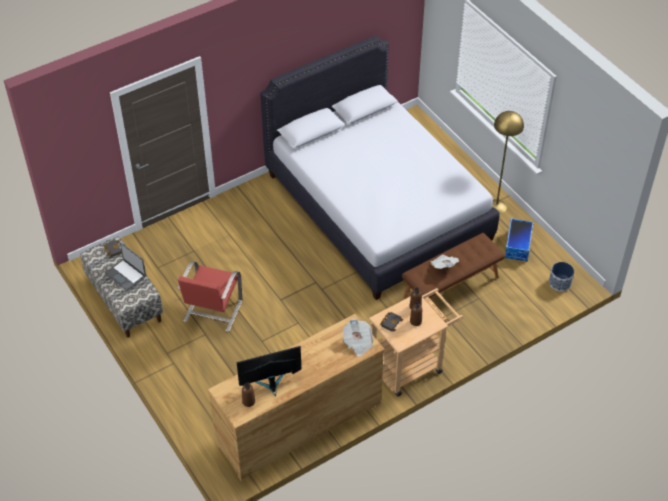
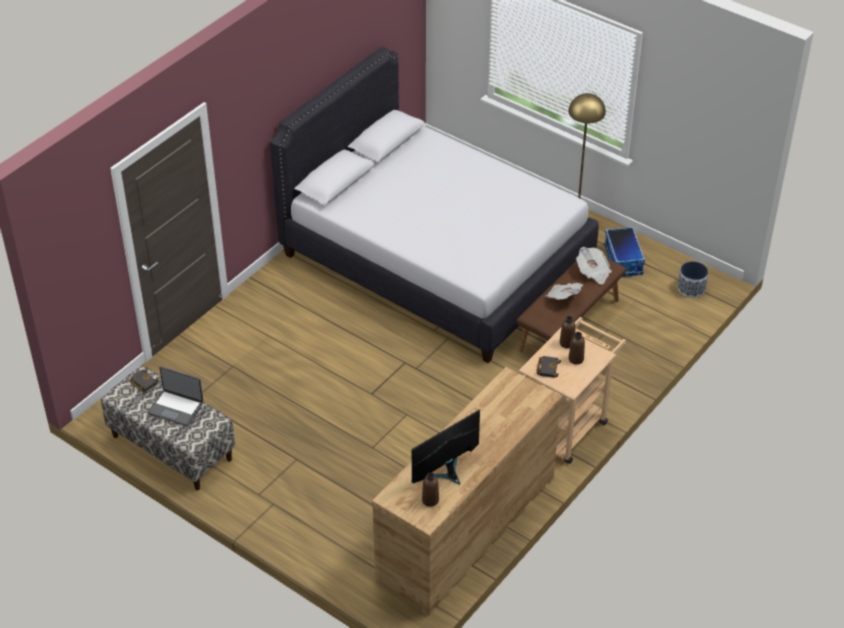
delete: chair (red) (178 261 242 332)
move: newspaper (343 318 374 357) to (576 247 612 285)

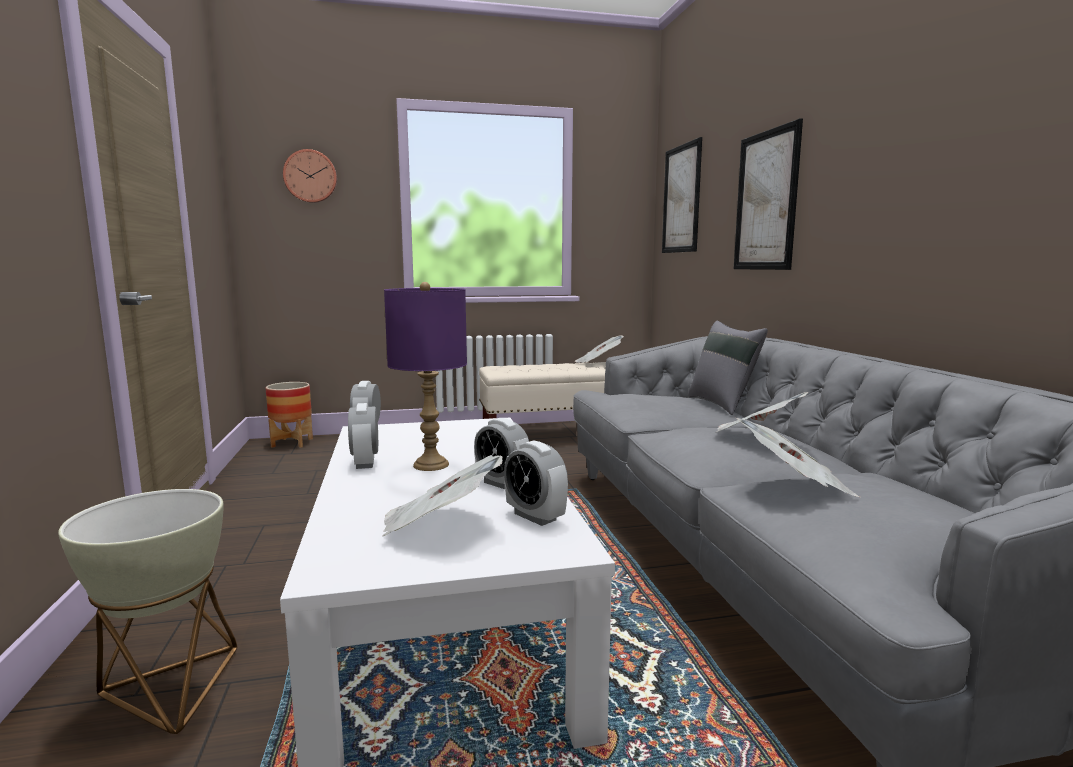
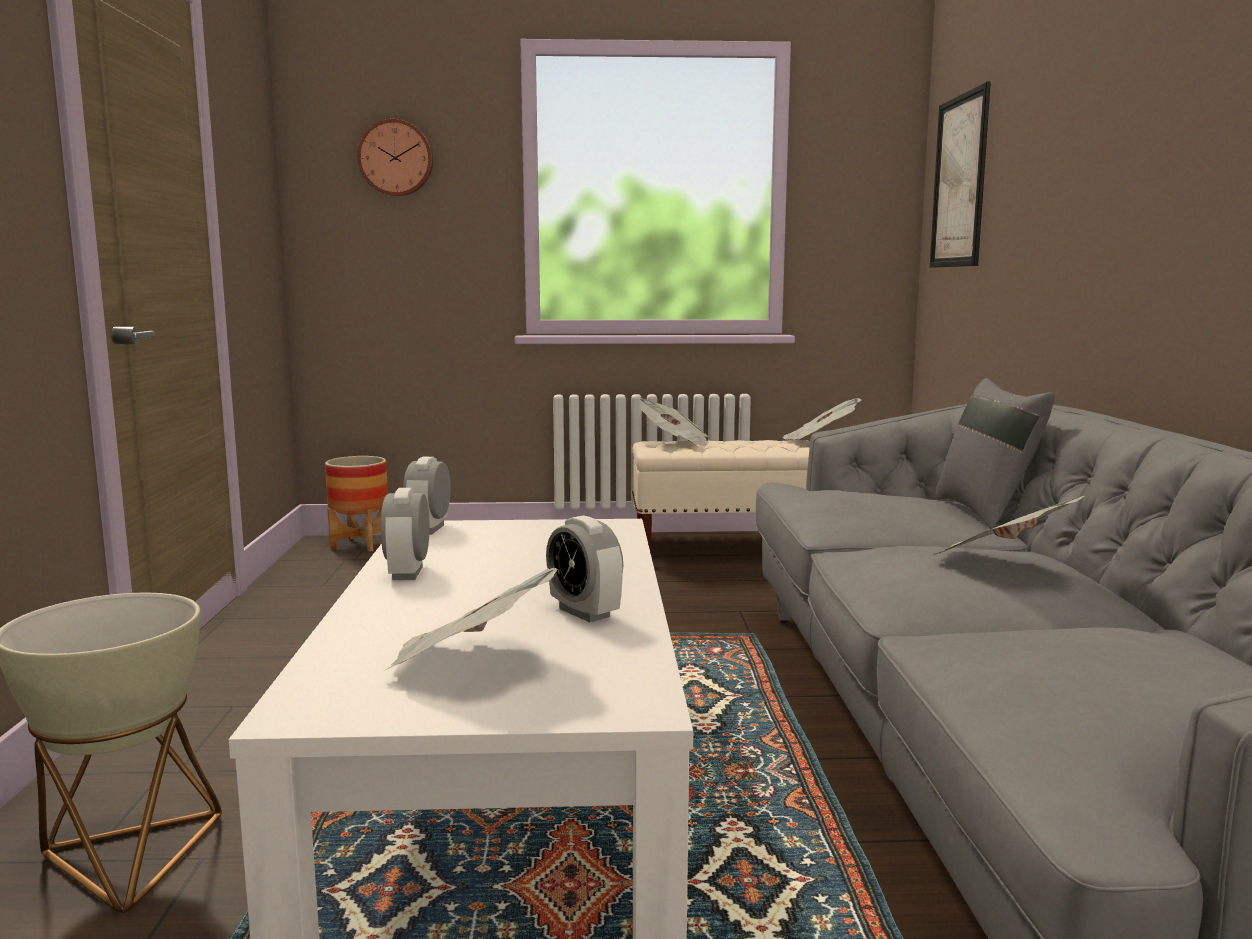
delete: picture (734 118 803 270); table lamp (purple) (384 282 467 471); alarm clock (504 440 568 526)
move: newspaper (736 418 860 497) to (638 398 708 446)

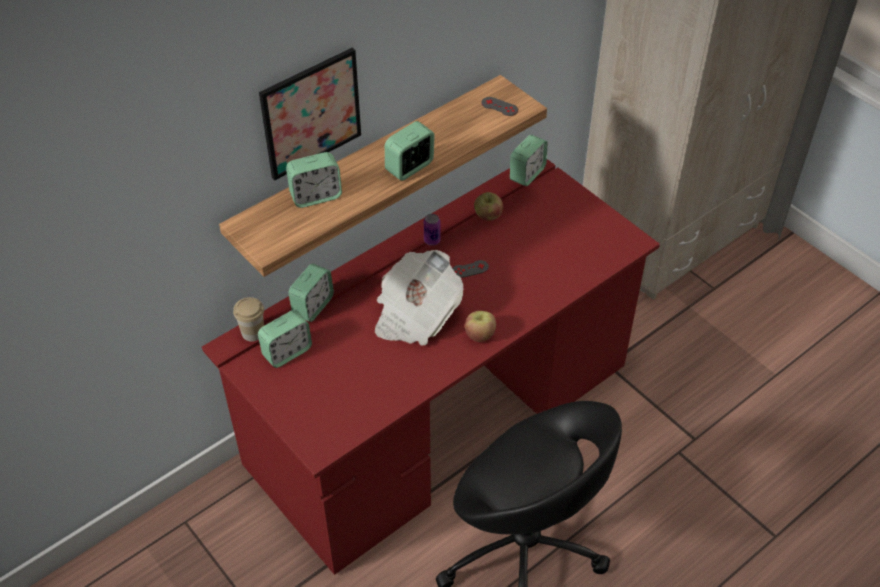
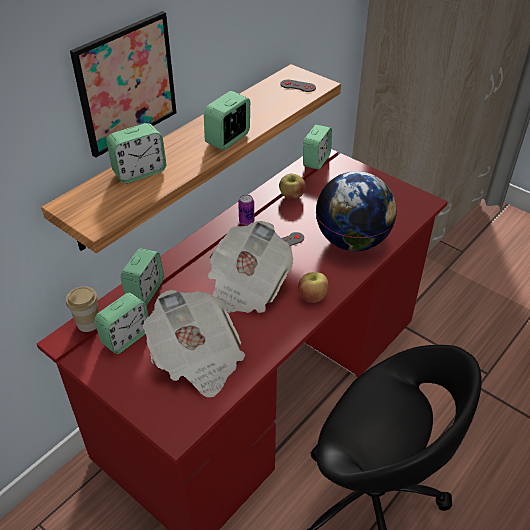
insert: globe (316 171 397 251); newspaper (143 289 245 397)

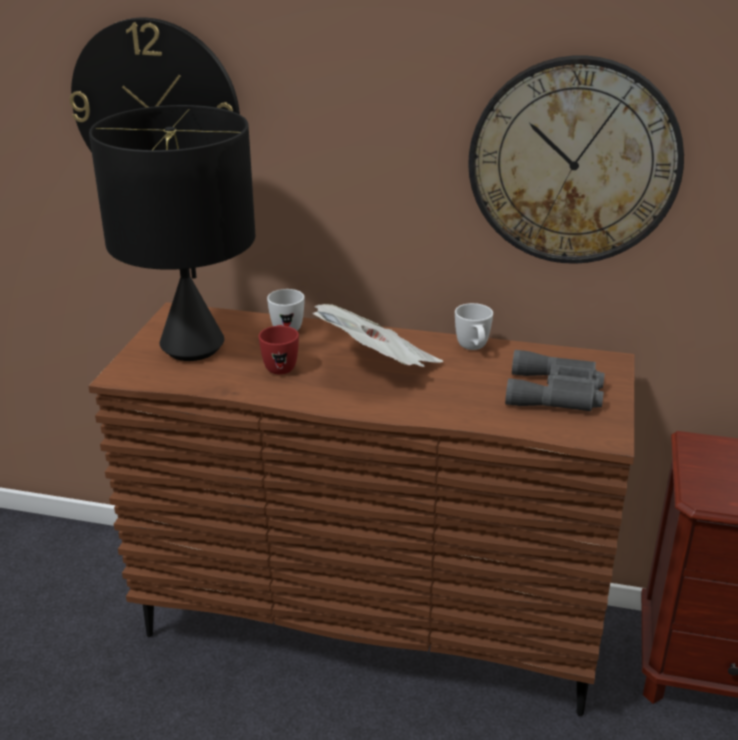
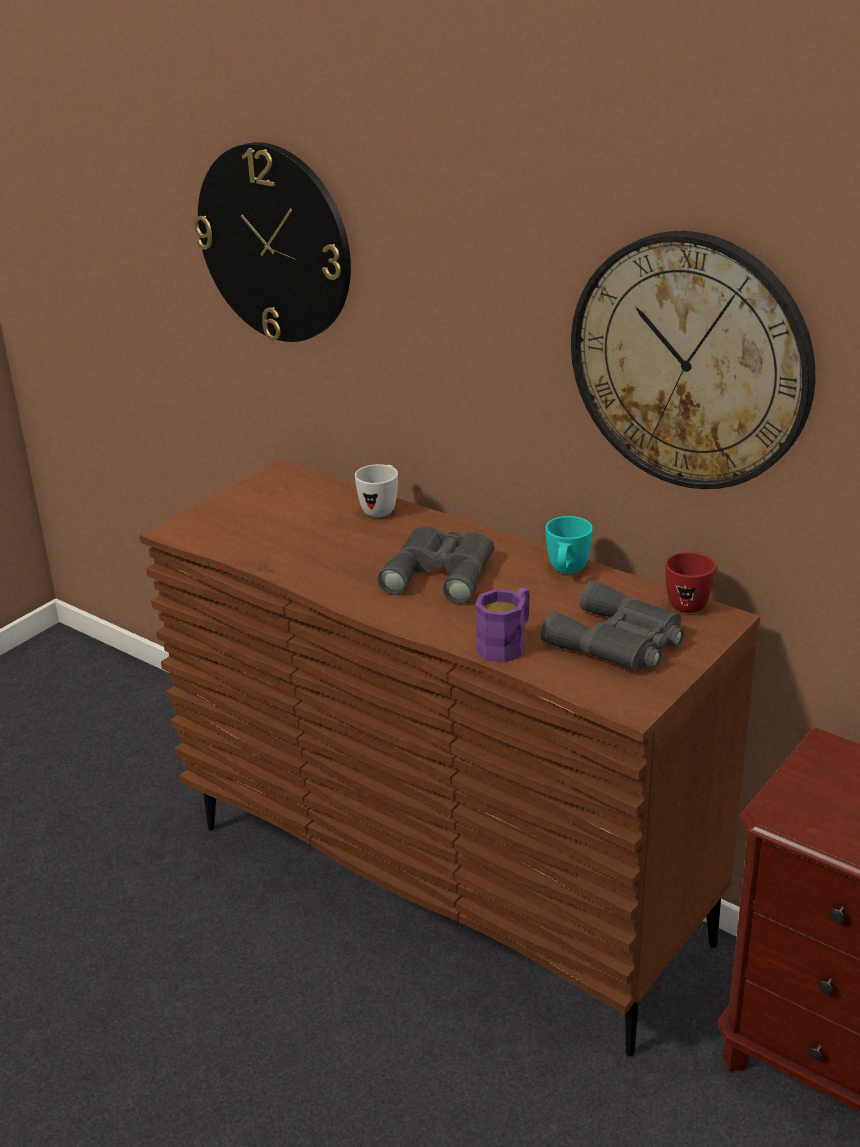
delete: table lamp (black) (89 105 255 361)
insert: mug (purple) (475 588 530 663)
move: mug (red) (259 325 299 375) to (665 552 716 613)
replace: newspaper (312 304 444 367) to binoculars (grey) (377 526 495 604)
recolor: mug (white) (455 303 493 350) to mug (turquoise) (545 516 593 574)

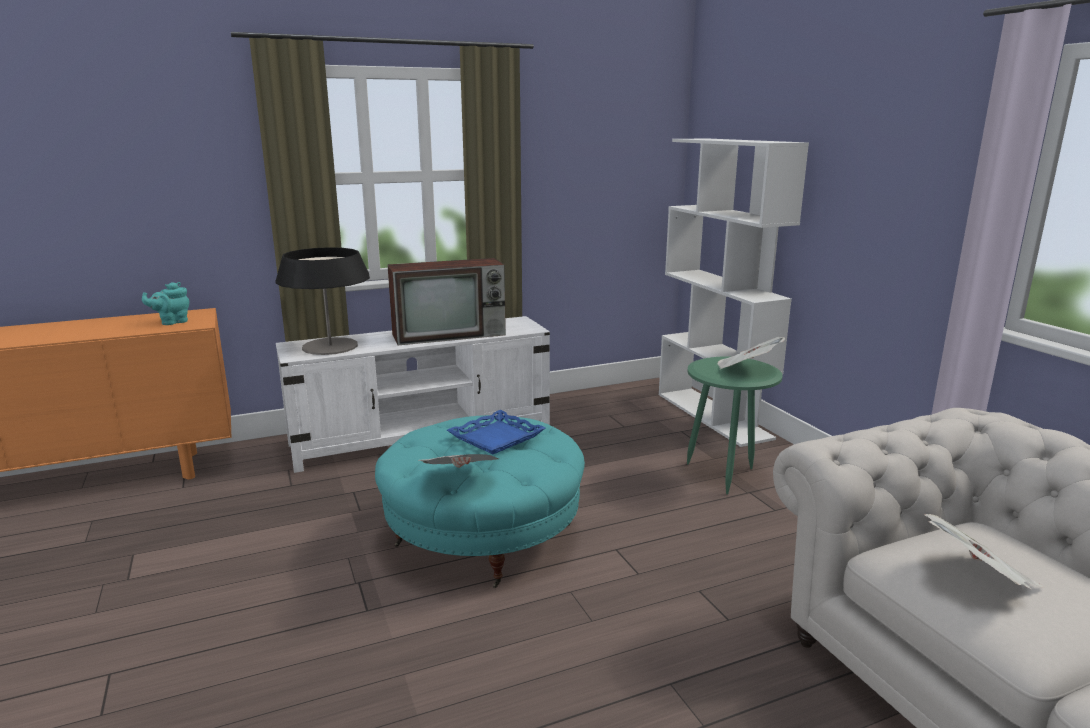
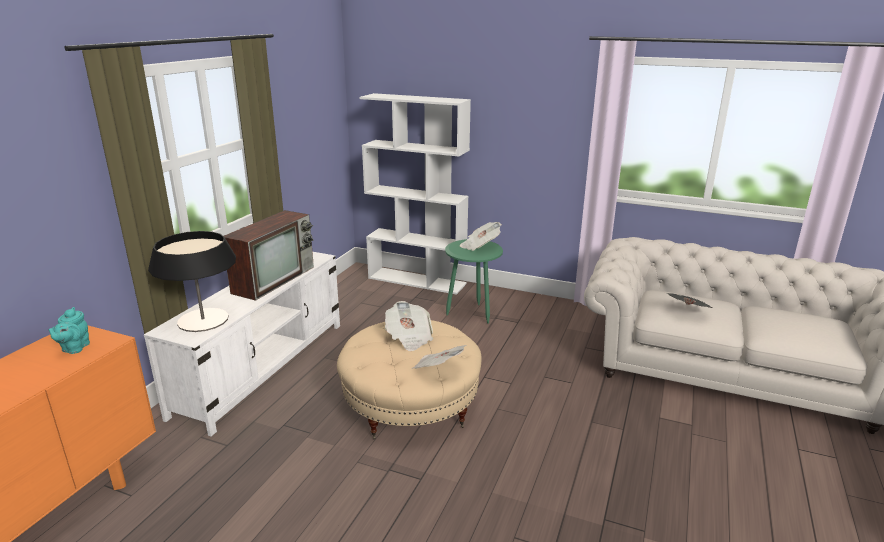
replace: tray (blue) (447 410 545 454) to newspaper (385 301 433 351)
recolor: ottoman (turquoise) (375 415 585 588) to ottoman (beige) (337 320 482 439)

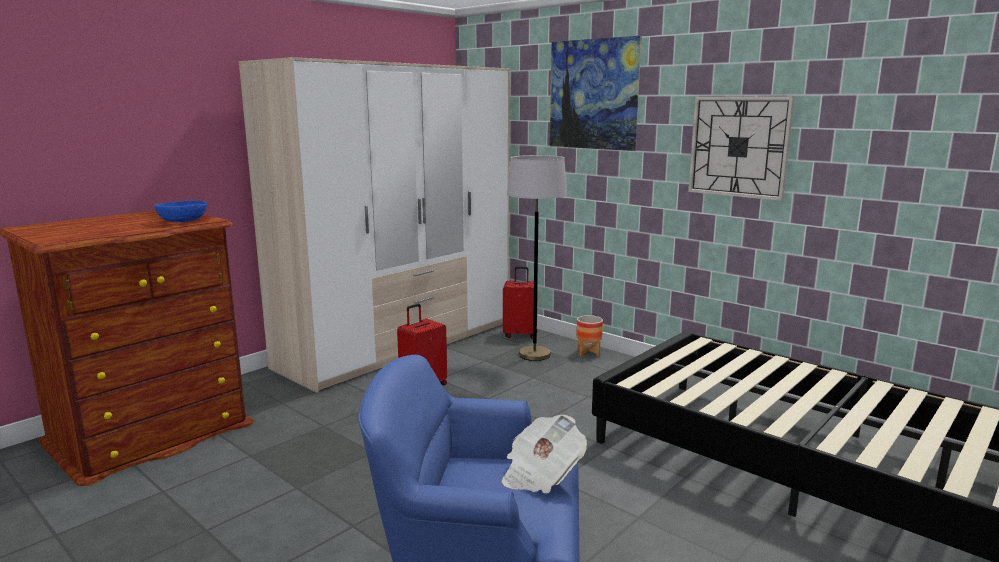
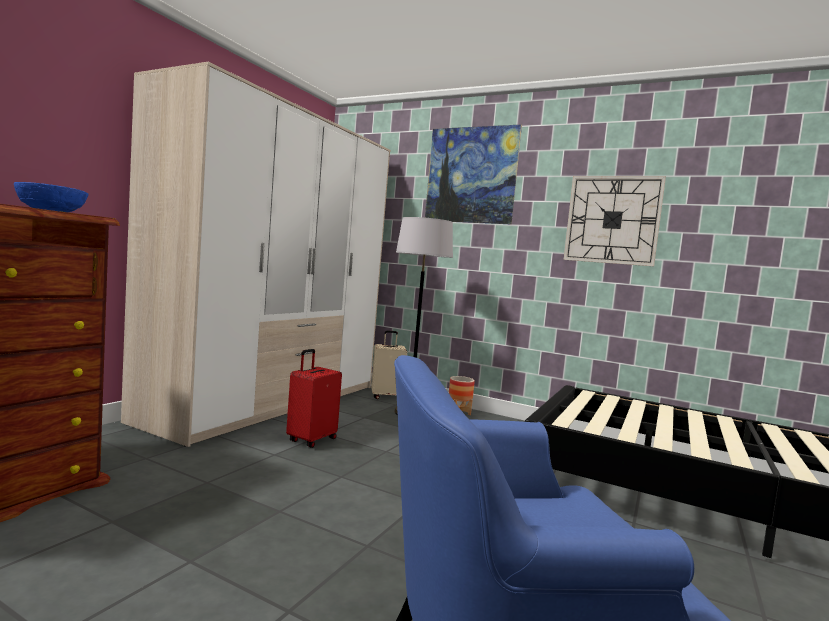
delete: newspaper (501 415 587 493)
recolor: suitcase (red) (503 266 538 339) to suitcase (beige) (371 331 407 399)

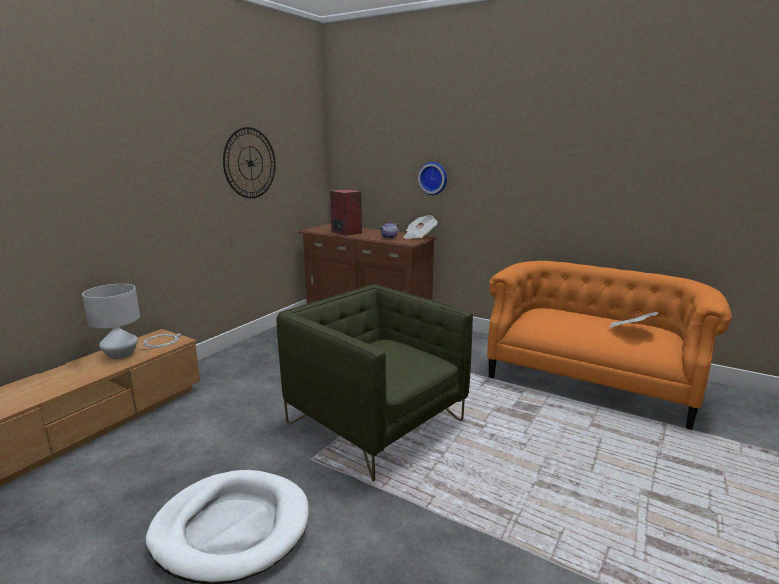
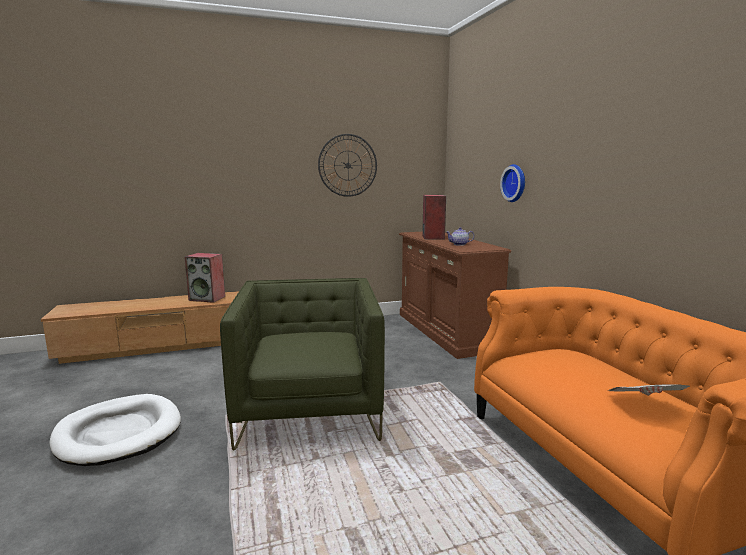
delete: newspaper (404 215 438 239)
replace: table lamp (white) (82 284 181 359) to speaker (184 253 225 303)

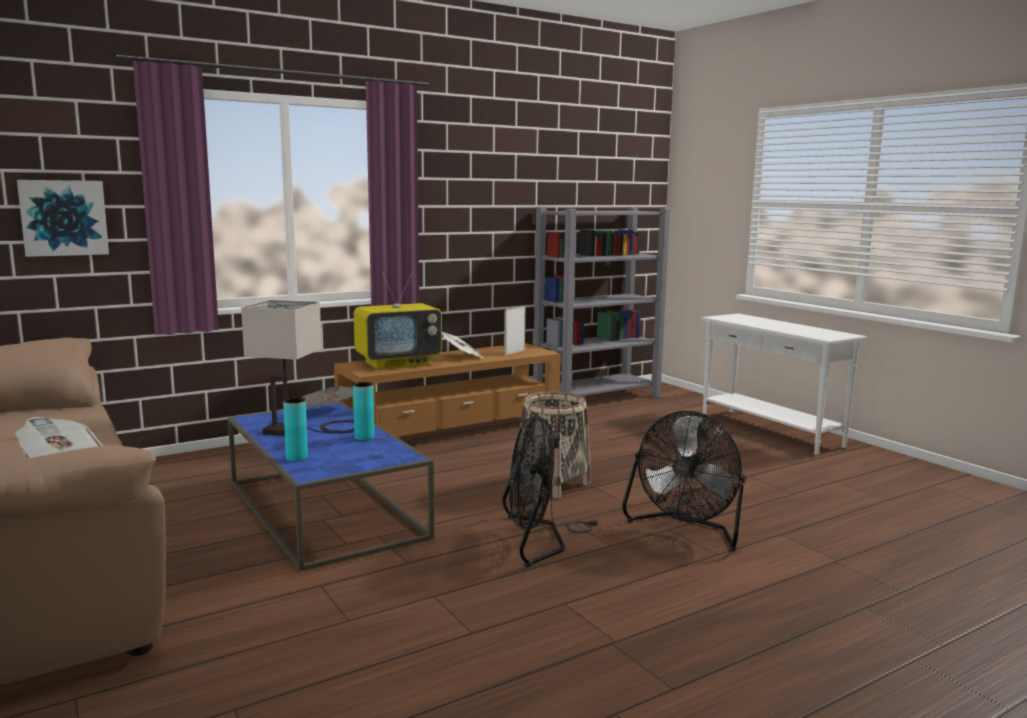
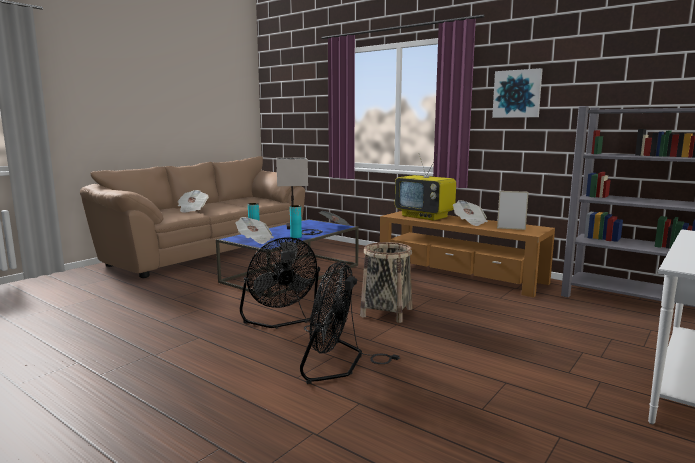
insert: newspaper (235 217 274 244)
move: picture (17 180 109 257) to (492 68 543 118)

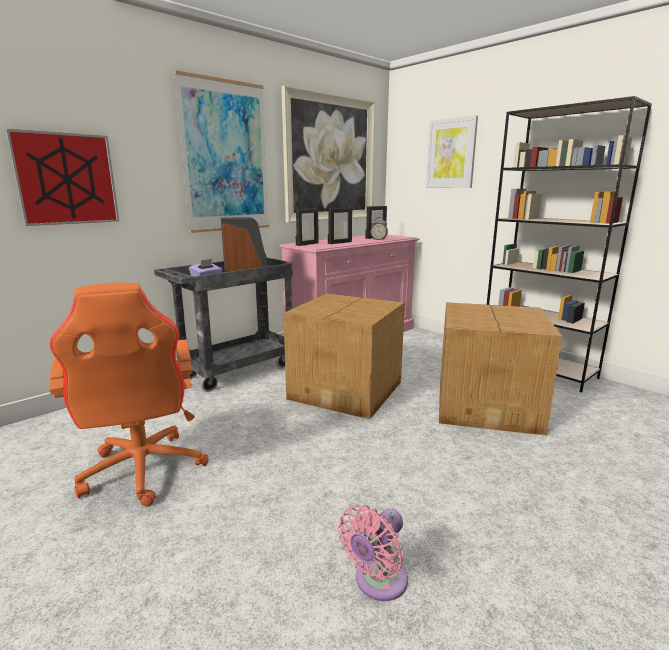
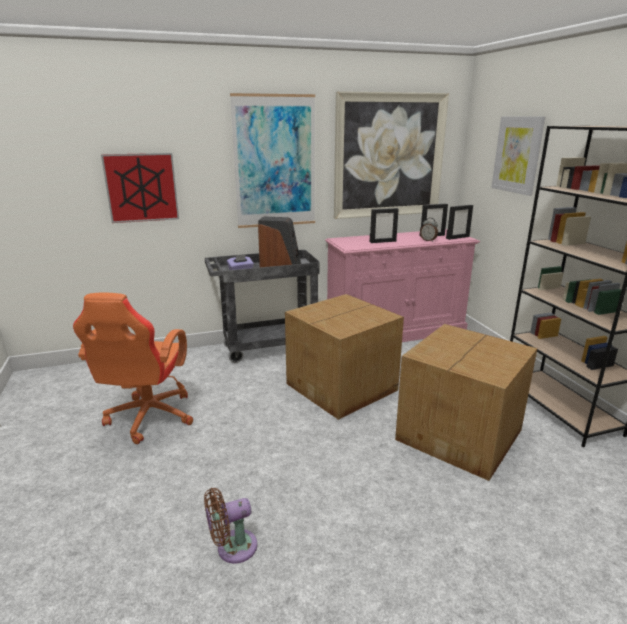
move: picture frame (296 208 319 246) to (446 205 473 240)
recolor: fan (pink) (338 505 408 601) to fan (brown) (204 488 257 564)

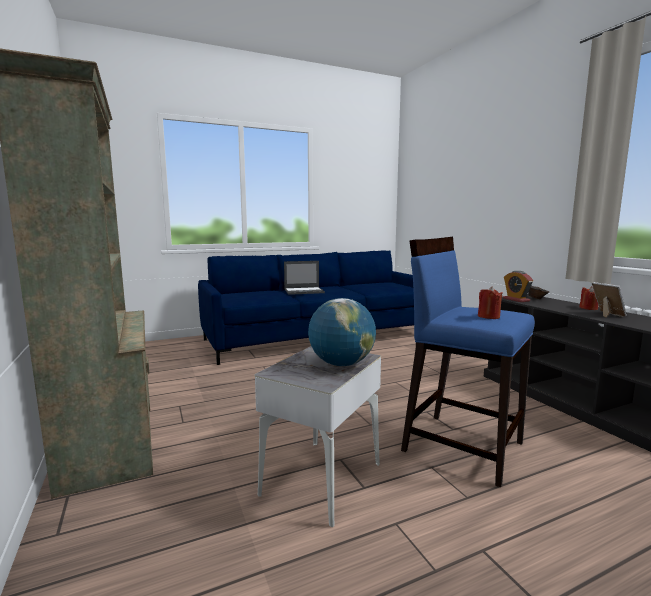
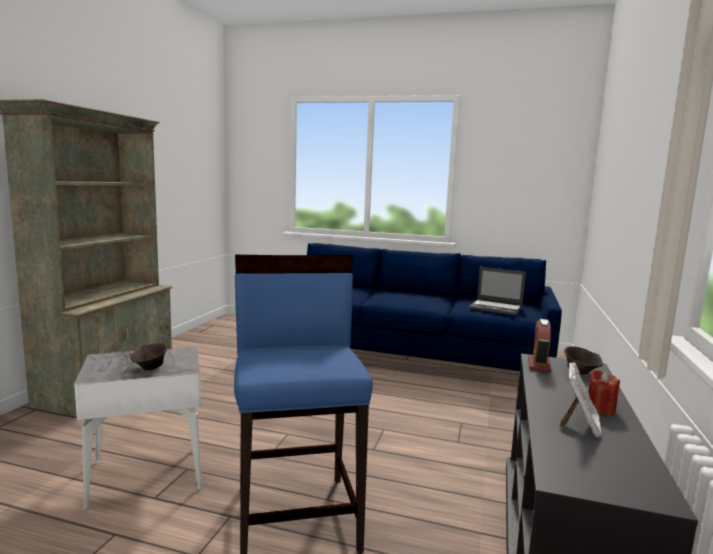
delete: candle (red) (478 286 503 319)
move: laptop (284 261 325 295) to (468 267 526 315)
replace: globe (308 298 376 366) to bowl (brown) (130 343 167 371)

